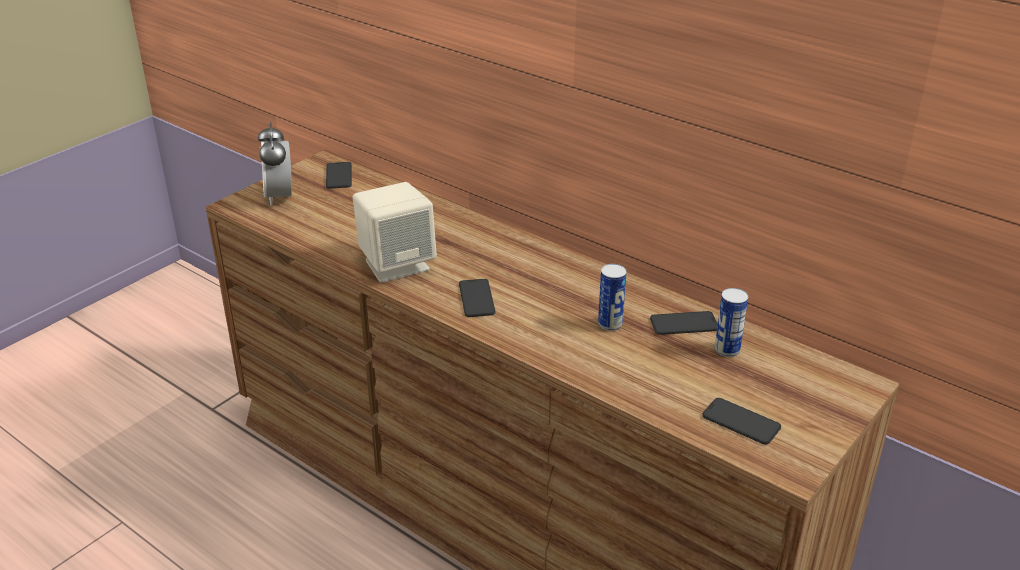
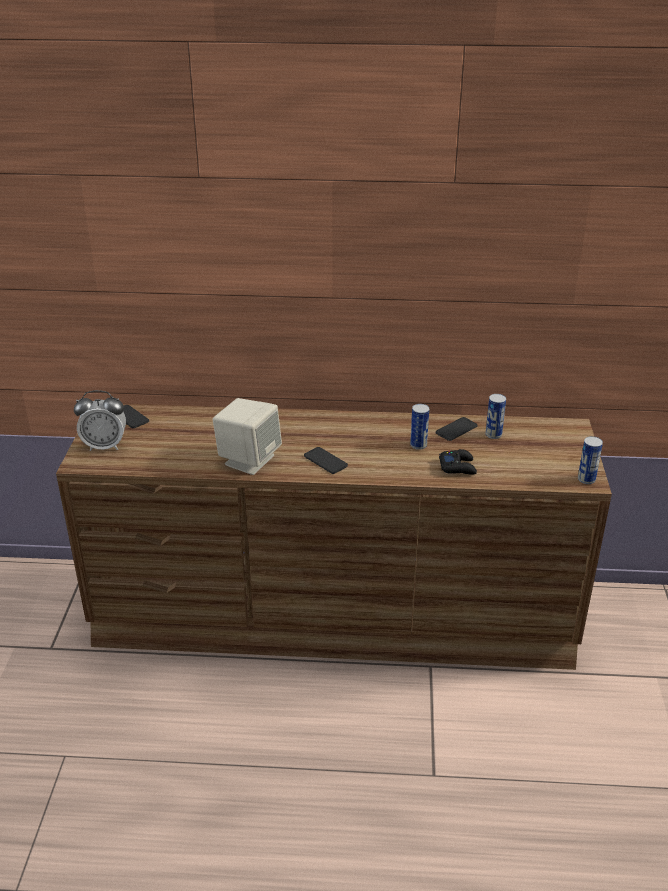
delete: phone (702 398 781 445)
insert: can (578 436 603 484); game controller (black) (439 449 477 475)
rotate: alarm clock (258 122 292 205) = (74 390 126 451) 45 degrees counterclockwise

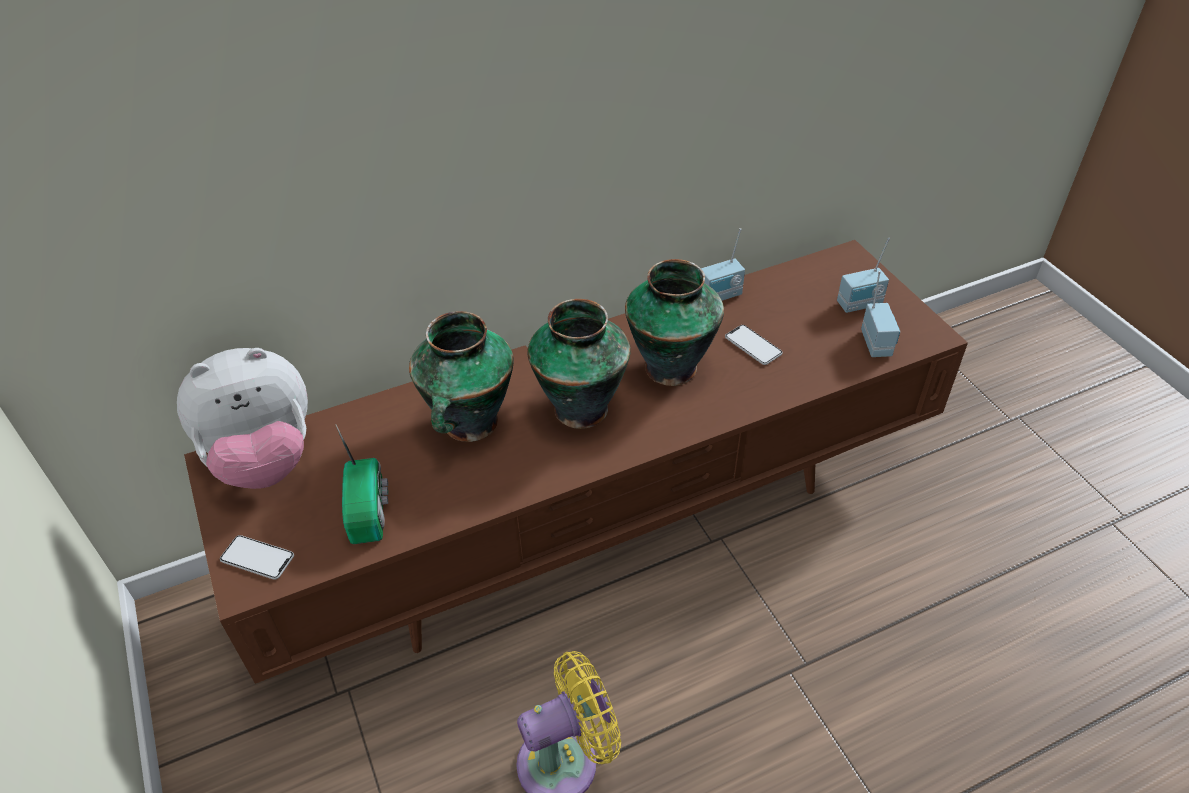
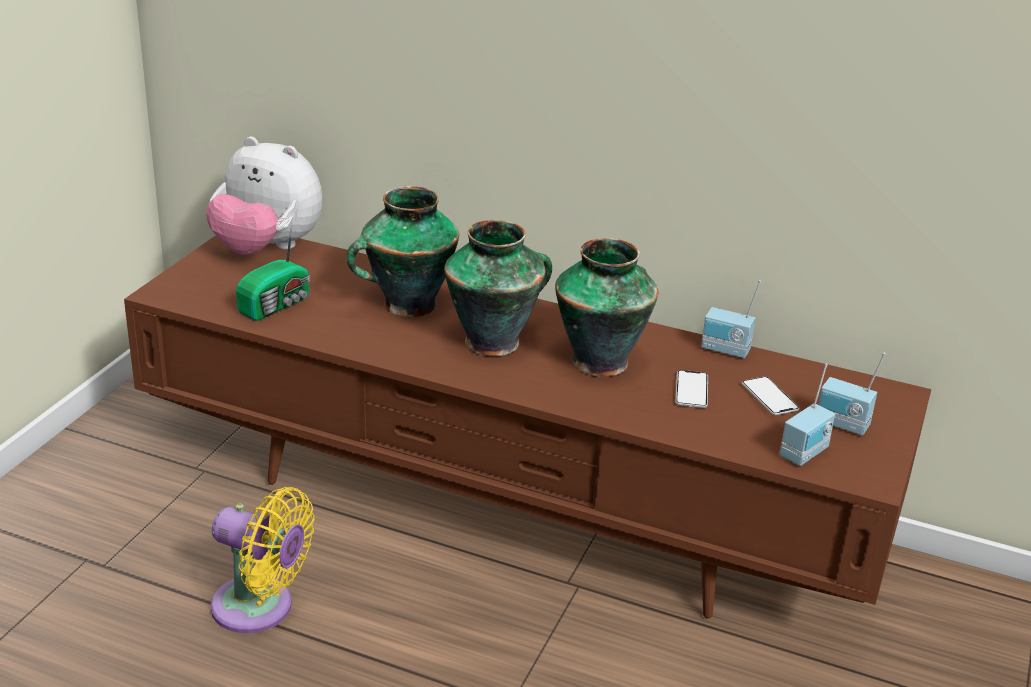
move: phone (220 535 294 580) to (742 376 800 415)

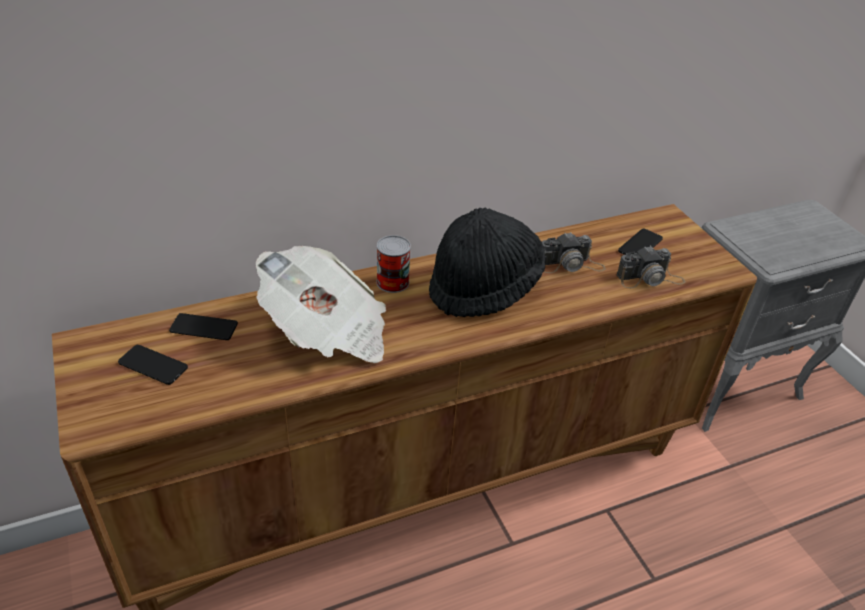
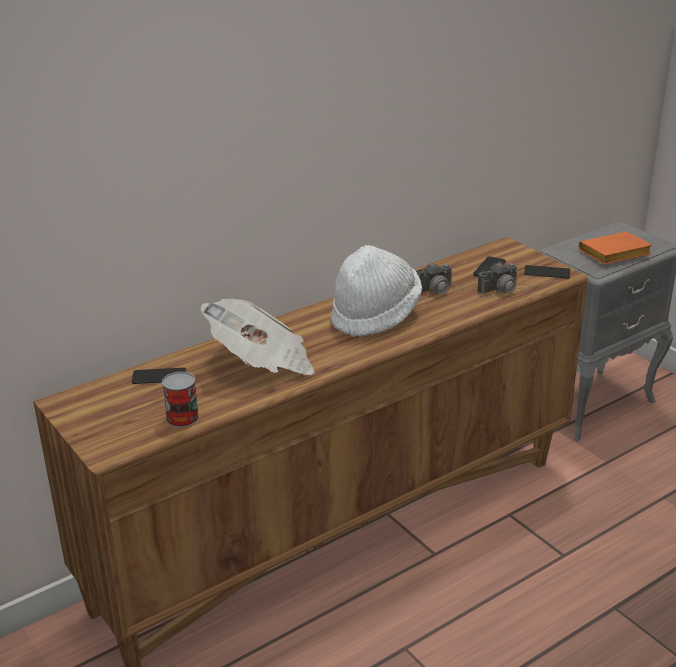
insert: book (orange) (579 231 652 265)
move: can (376 235 411 293) to (162 372 199 427); phone (118 345 188 385) to (524 265 570 279)
recolor: hat (black) (429 208 546 317) to hat (white) (331 245 422 337)

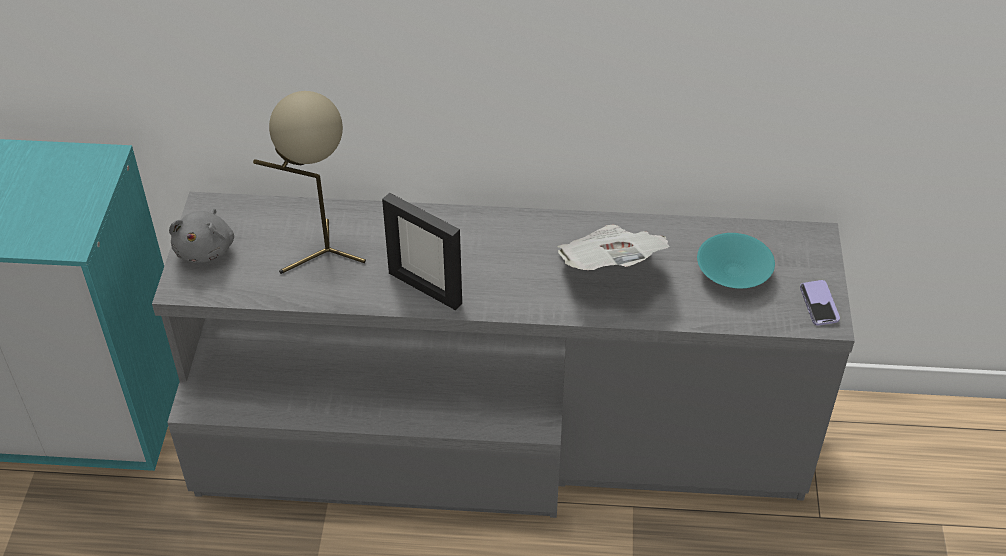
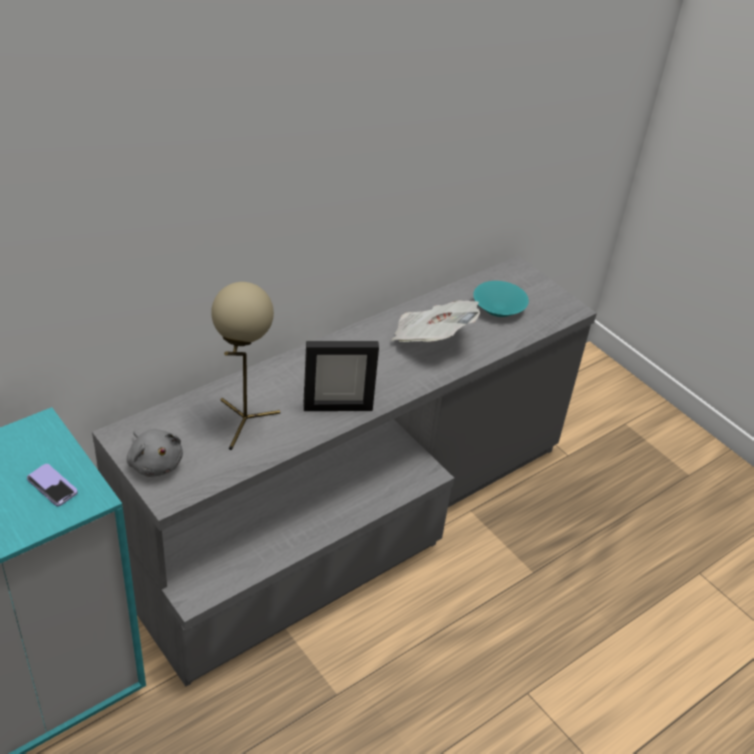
move: phone (800 280 840 326) to (27 464 78 506)

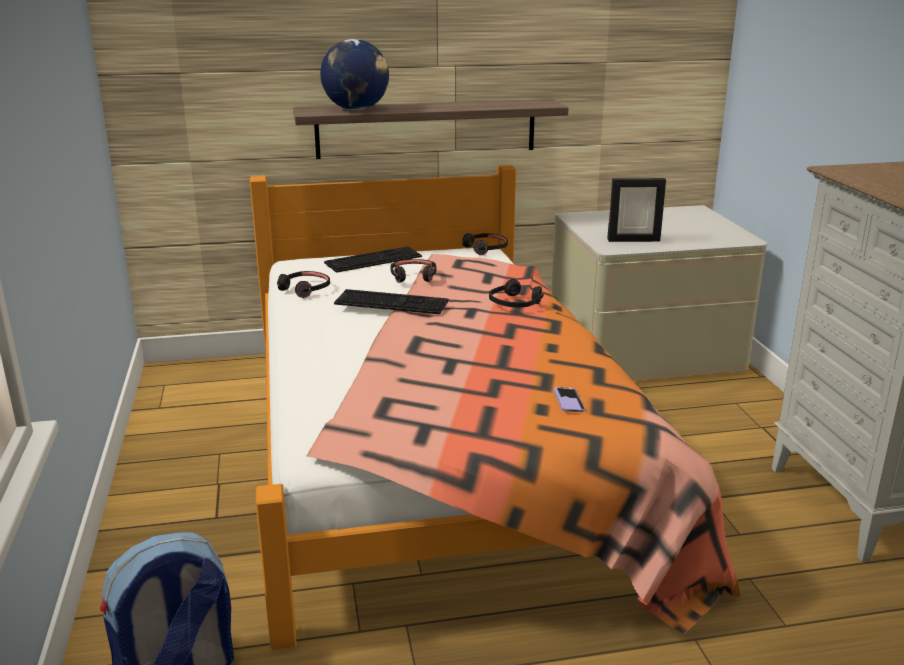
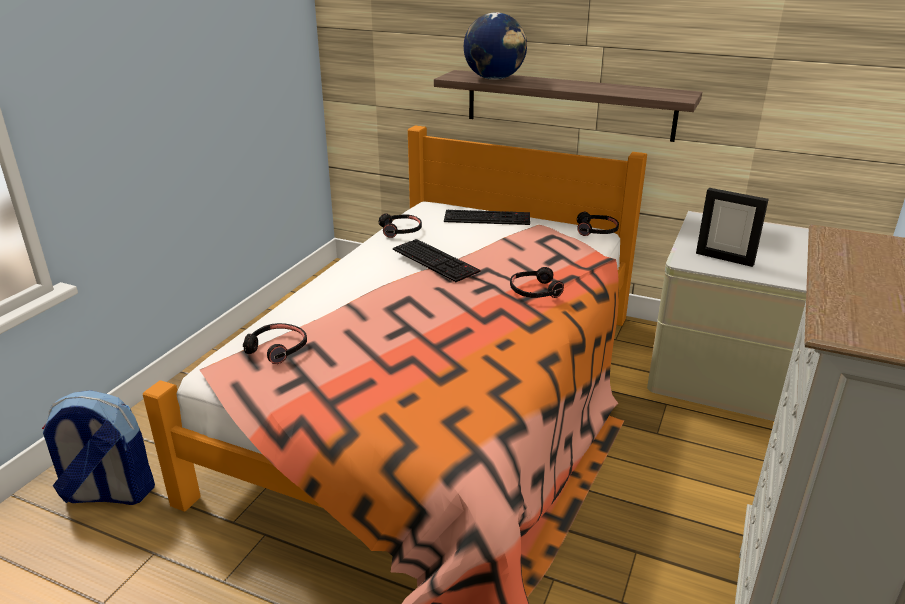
delete: phone (554 387 585 412)
move: headphones (black) (390 259 436 283) to (243 323 307 364)

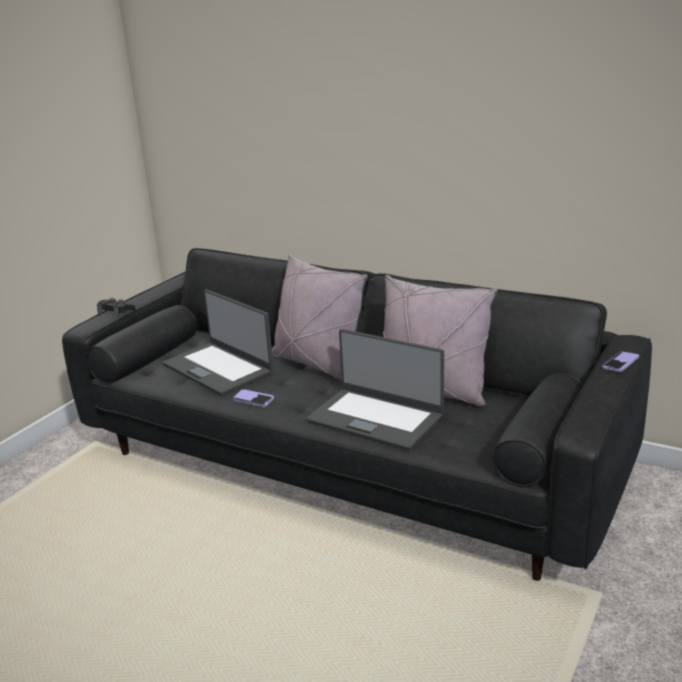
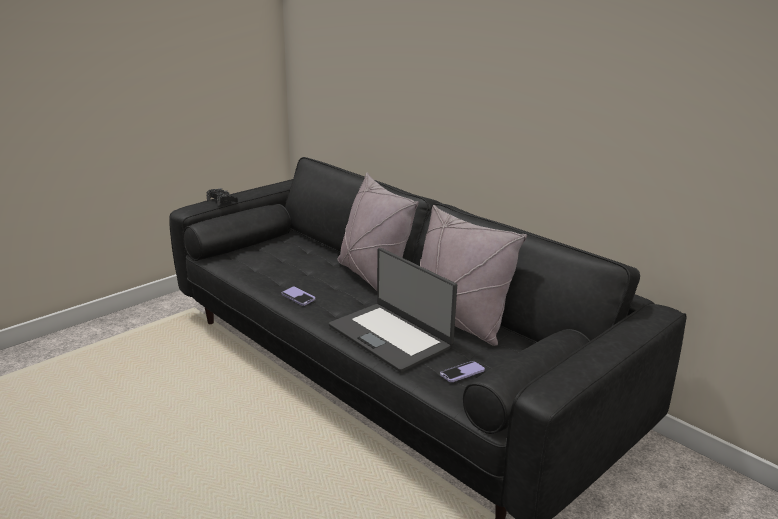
delete: laptop (162 289 274 396)
move: phone (602 352 639 372) to (440 361 485 382)

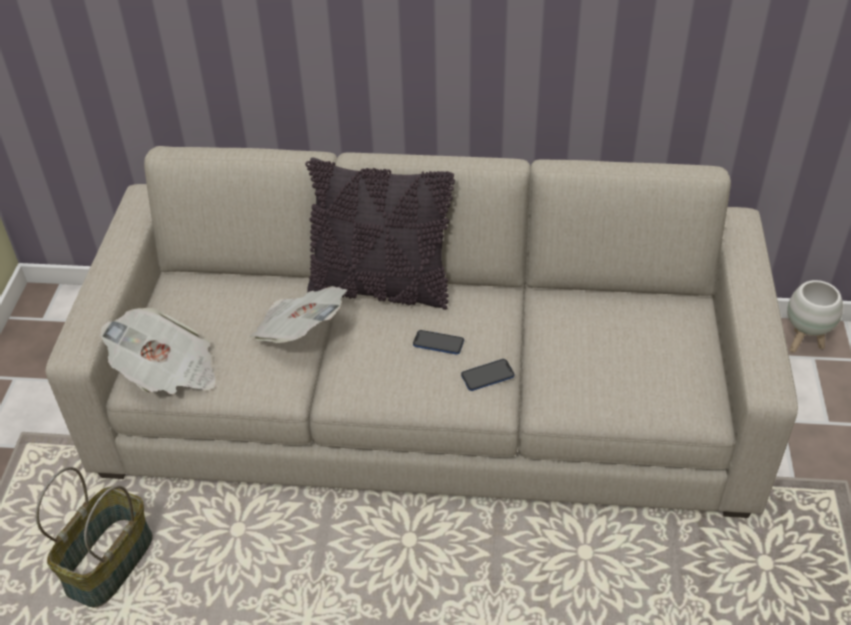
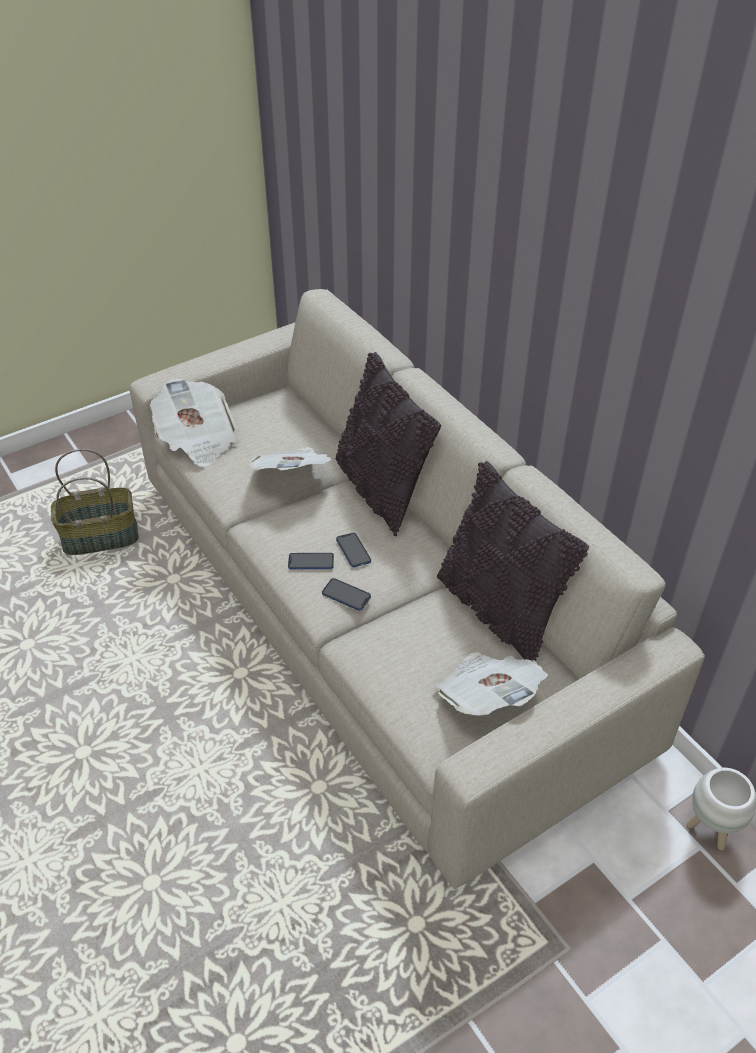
insert: pillow (black) (437 461 589 661); phone (288 553 334 569); newspaper (434 652 548 716)

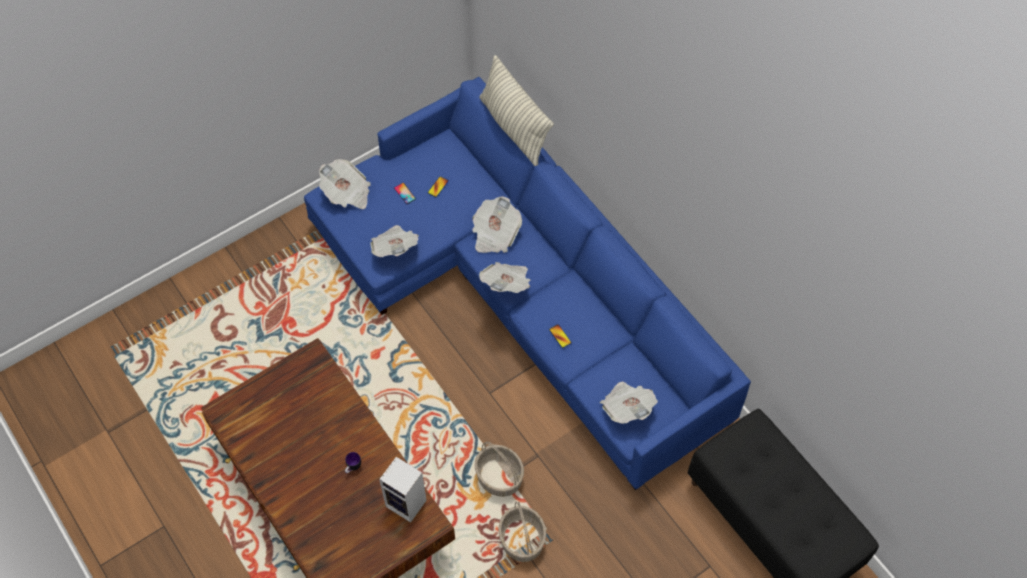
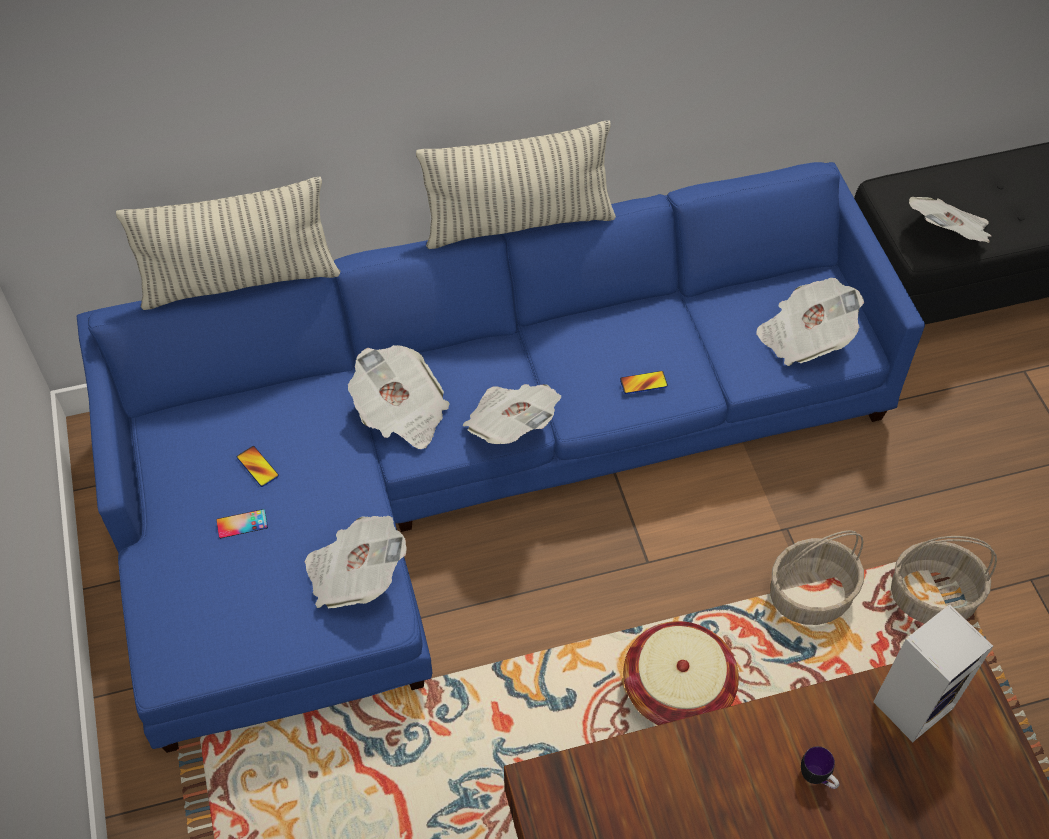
insert: pillow (416 120 616 249); basket (623 621 739 725)
move: newspaper (319 159 371 209) to (909 197 991 243)

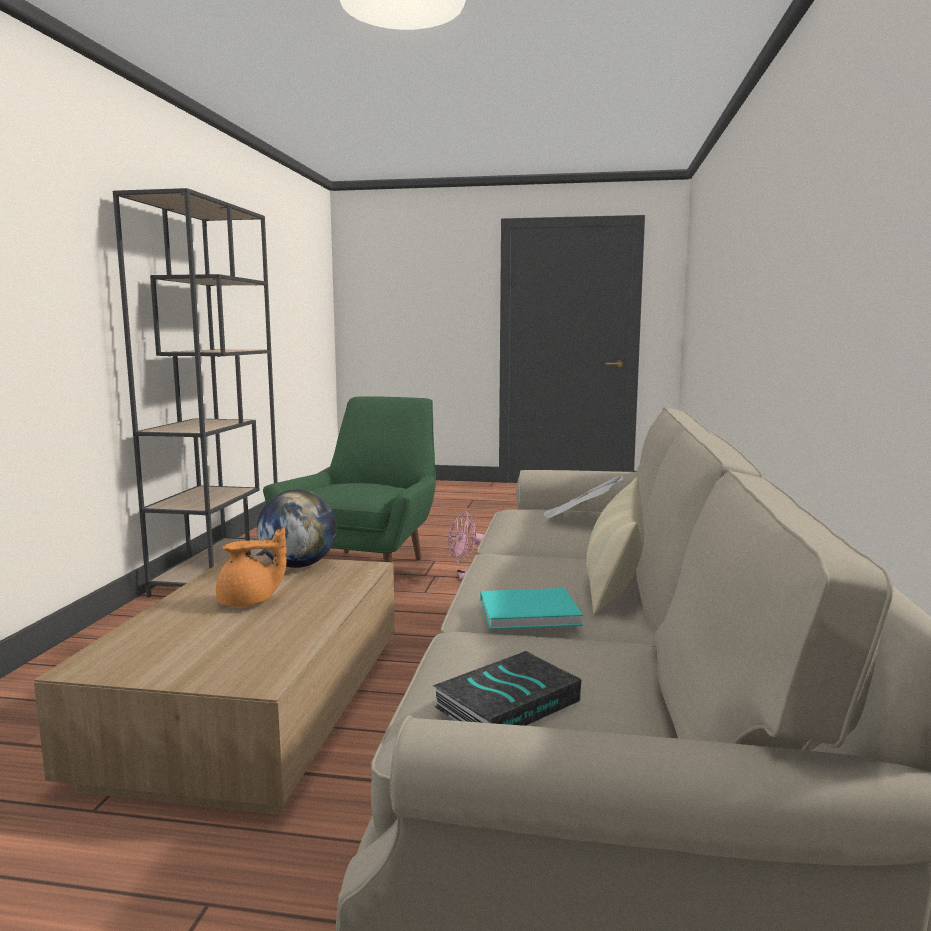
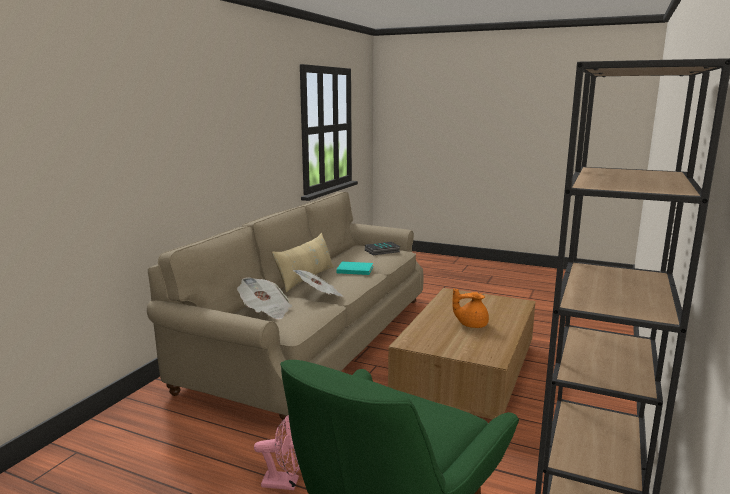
delete: globe (257 490 337 568)
insert: newspaper (293 270 344 297)

